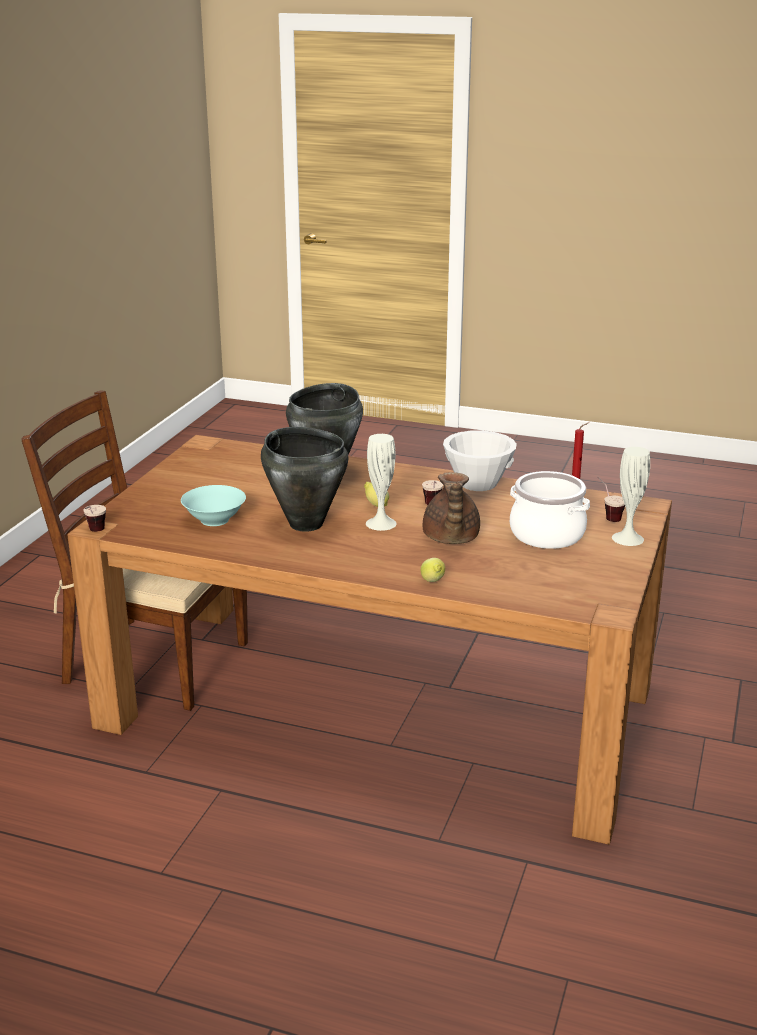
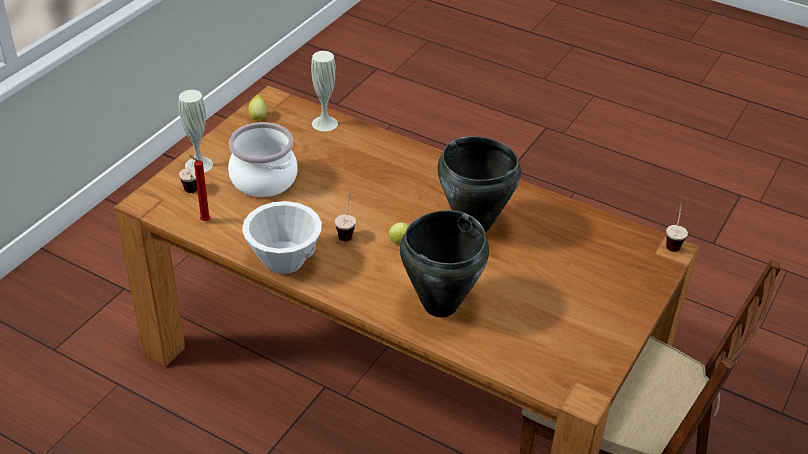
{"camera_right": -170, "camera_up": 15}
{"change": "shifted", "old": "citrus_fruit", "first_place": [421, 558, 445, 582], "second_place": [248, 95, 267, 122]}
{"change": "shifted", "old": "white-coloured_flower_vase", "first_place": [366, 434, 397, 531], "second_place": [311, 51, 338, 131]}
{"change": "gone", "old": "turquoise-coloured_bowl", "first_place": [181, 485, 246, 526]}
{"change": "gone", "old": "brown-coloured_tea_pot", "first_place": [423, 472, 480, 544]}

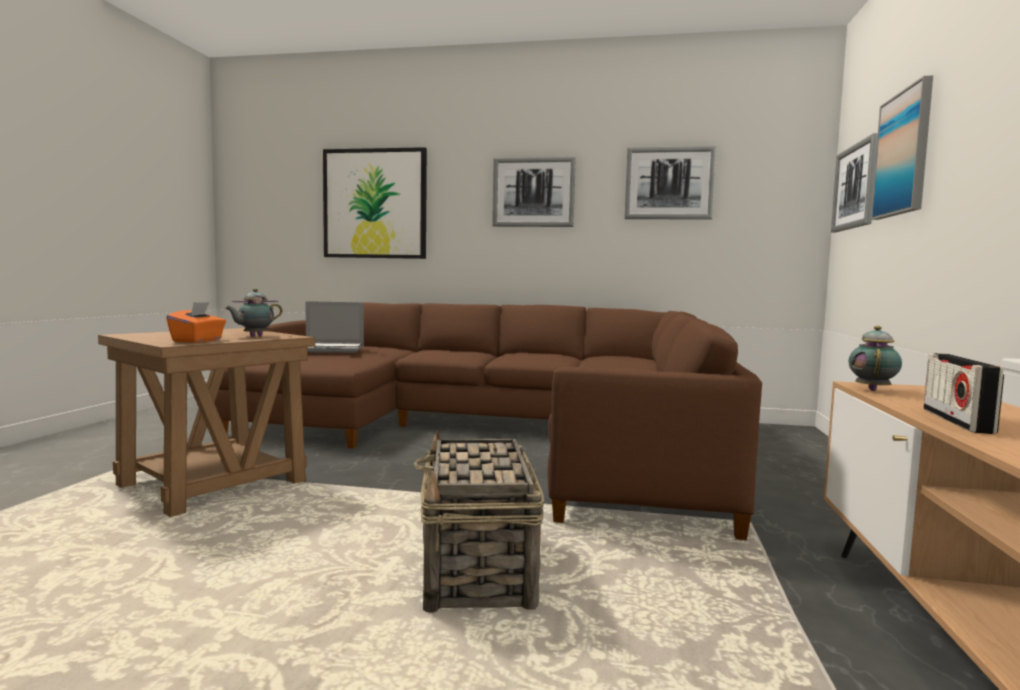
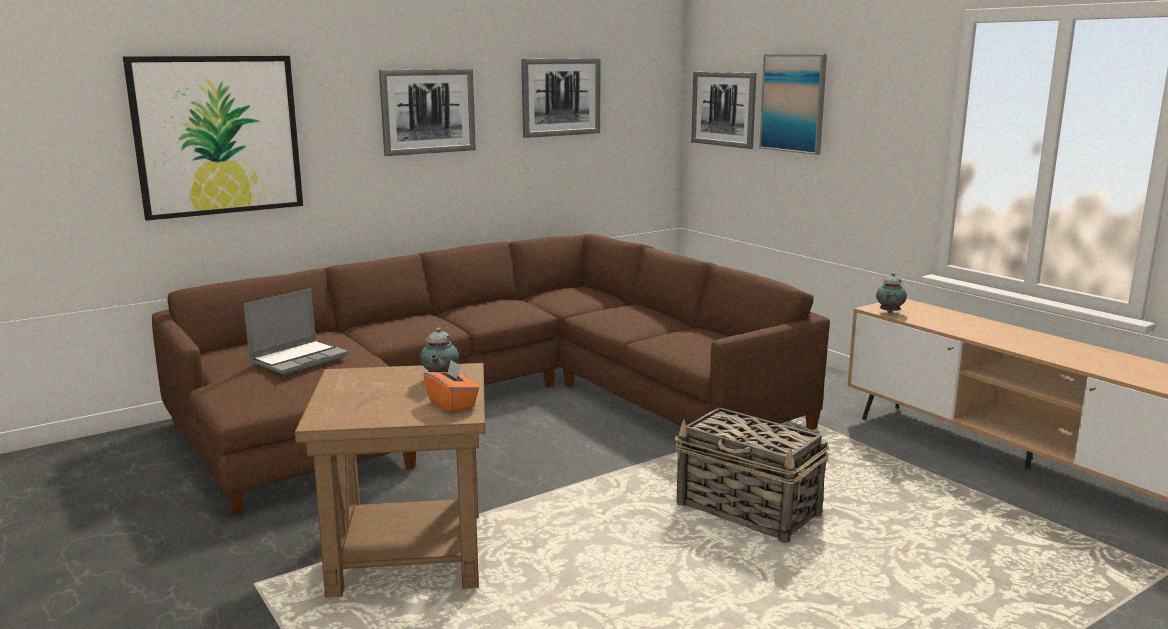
{"camera_right": -45, "camera_up": 10}
{"change": "rotated", "old": "tea_pot", "first_place": [849, 326, 902, 391], "second_place": [876, 273, 907, 314], "degrees": -135}
{"change": "gone", "old": "radio_set", "first_place": [924, 353, 1004, 434]}

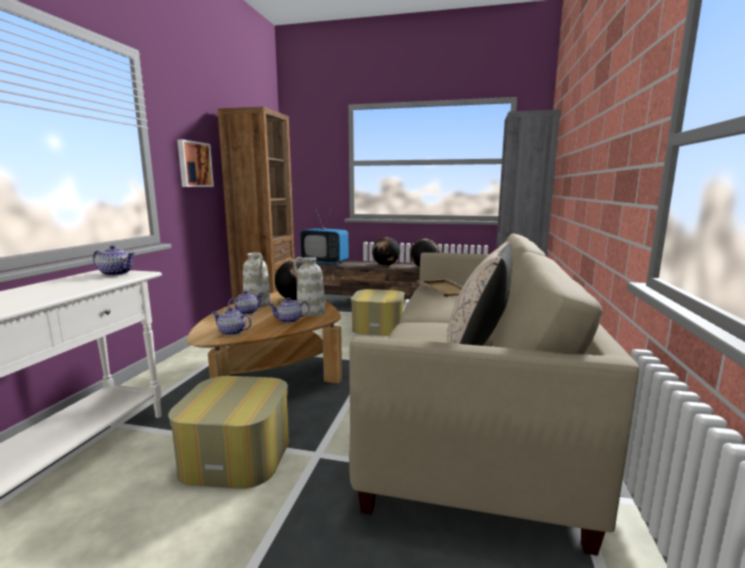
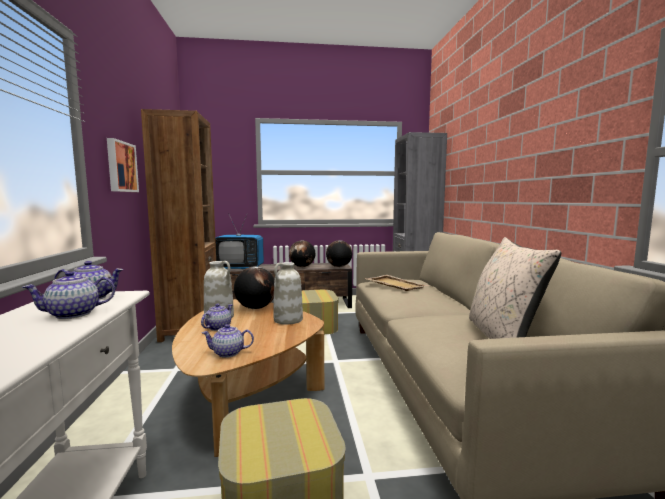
{"camera_right": -20, "camera_up": -5}
{"change": "shifted", "old": "tea_pot", "first_place": [268, 297, 310, 323], "second_place": [22, 271, 115, 319]}

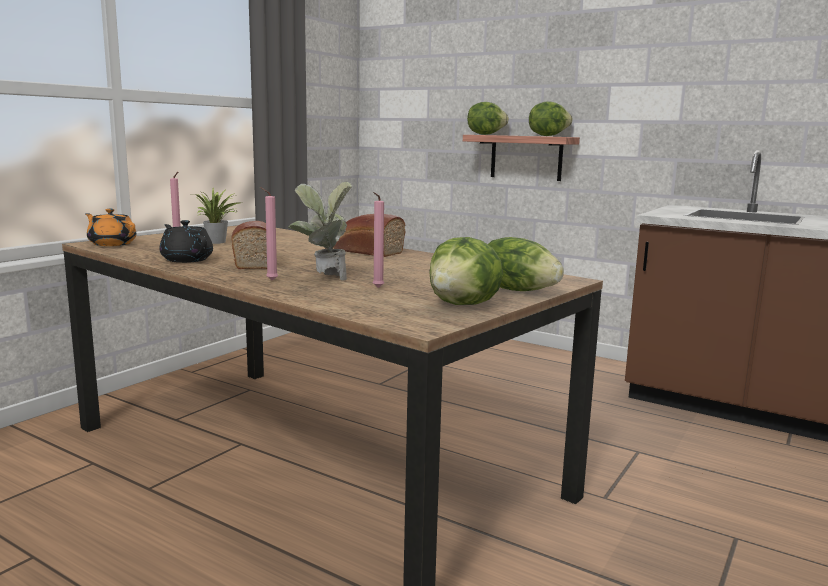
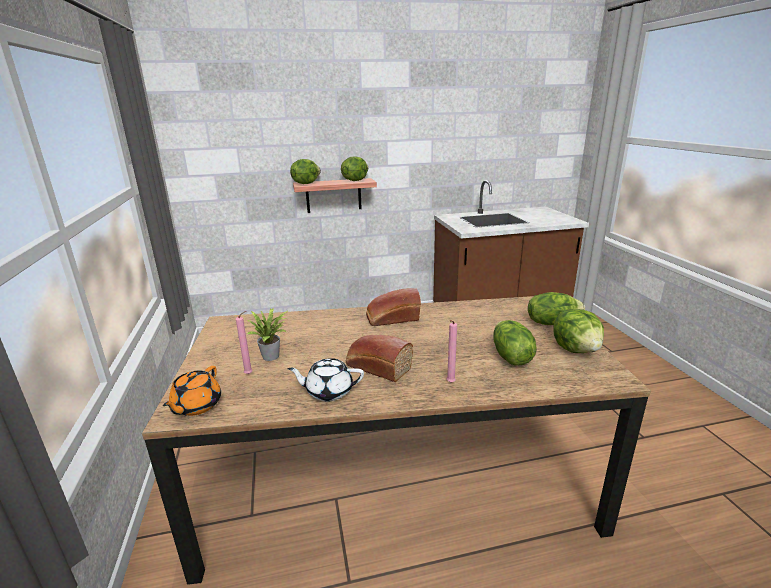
{"camera_right": -45, "camera_up": 10}
{"change": "rotated", "old": "orangey_tea_pot", "first_place": [85, 209, 136, 246], "second_place": [163, 366, 221, 416], "degrees": -60}
{"change": "repainted", "old": "blackish_tea_pot", "new": "white-coloured_tea_pot", "first_place": [159, 220, 213, 263], "second_place": [287, 358, 364, 401]}
{"change": "swapped", "old": "pink_candle", "new": "lettuce", "first_place": [372, 192, 384, 288], "second_place": [493, 320, 537, 365]}
{"change": "gone", "old": "potted_plant", "first_place": [288, 182, 352, 281]}

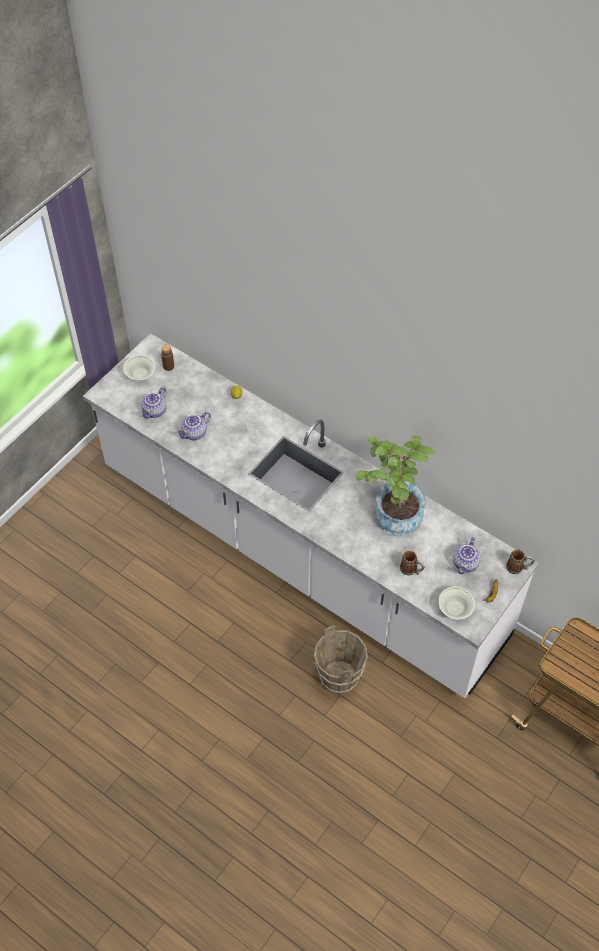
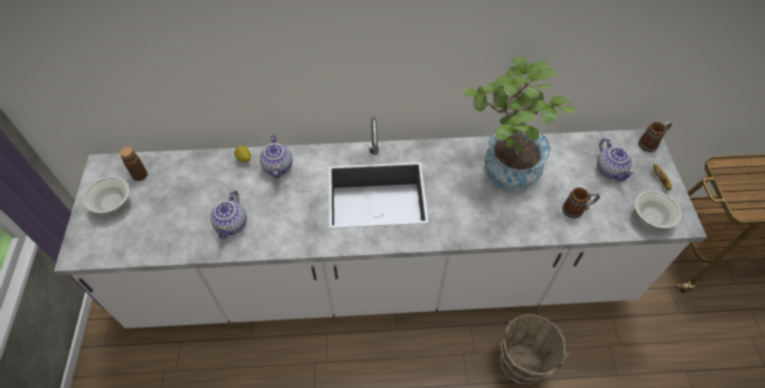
{"camera_right": -40, "camera_up": 0}
{"change": "shifted", "old": "tea_pot", "first_place": [140, 387, 167, 418], "second_place": [260, 135, 292, 179]}

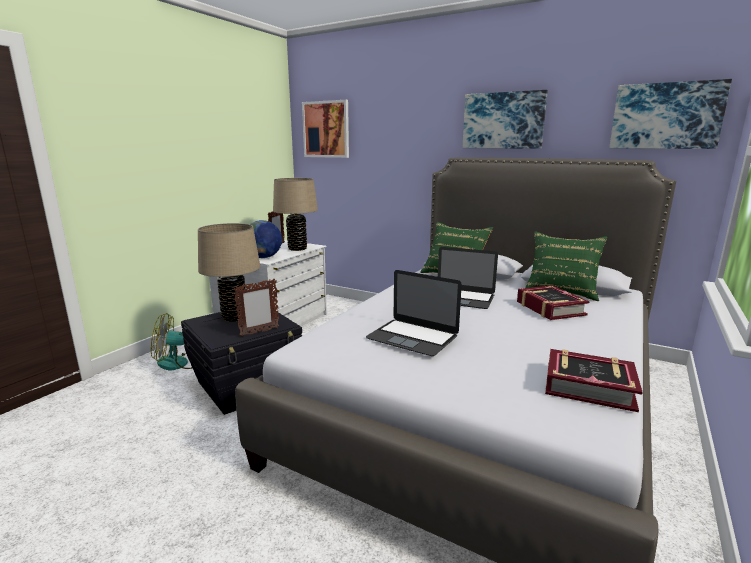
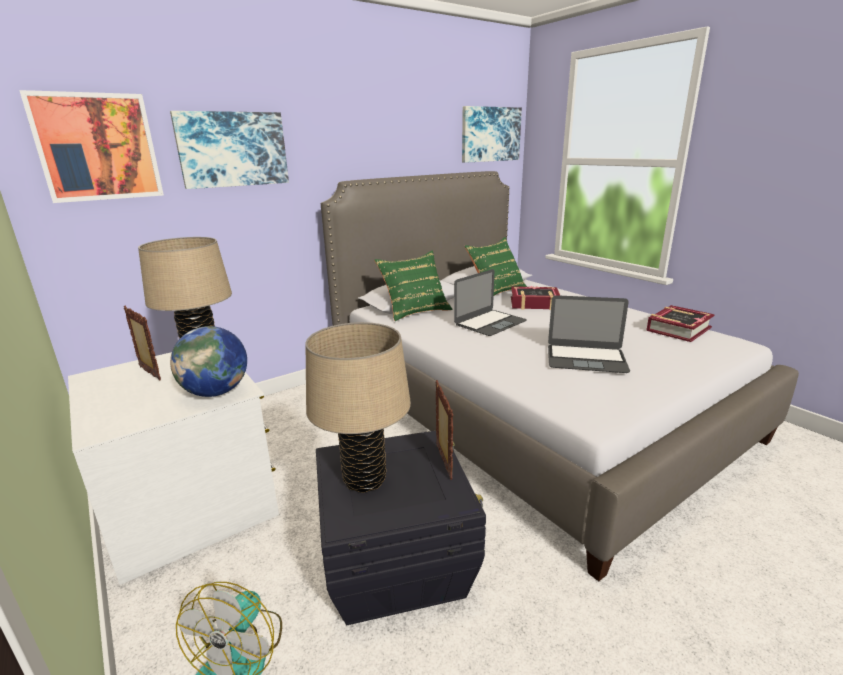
{"camera_right": -65, "camera_up": 5}
{"change": "shifted", "old": "picture", "first_place": [463, 90, 548, 149], "second_place": [170, 111, 289, 189]}
{"change": "rotated", "old": "notebook_computer", "first_place": [366, 270, 462, 356], "second_place": [548, 295, 630, 373], "degrees": 45}

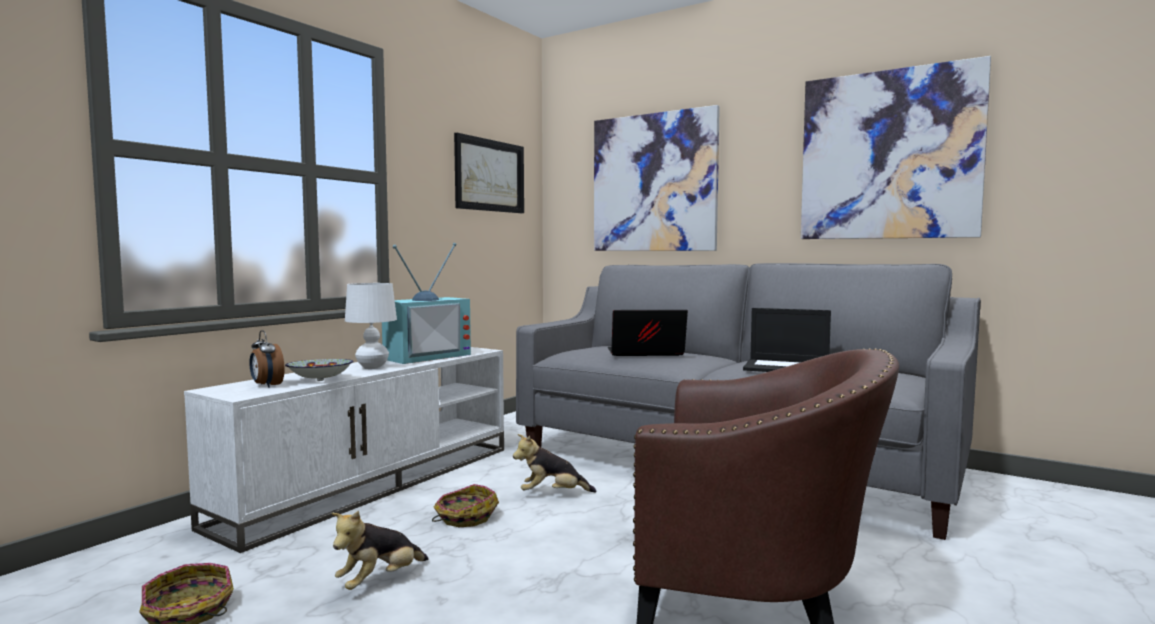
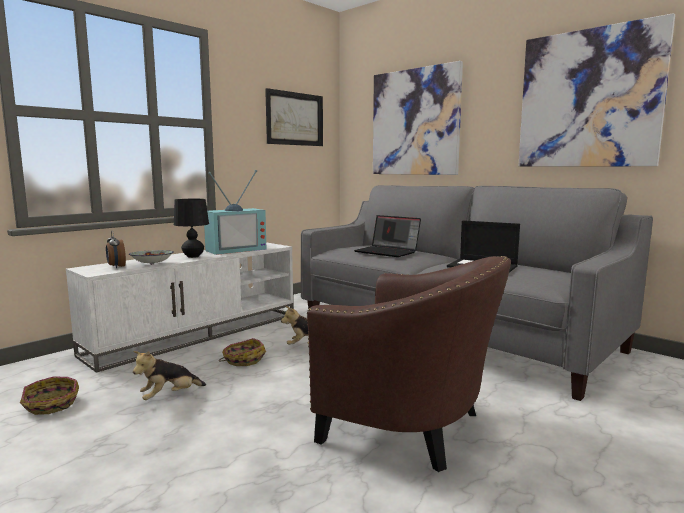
{"camera_right": 10, "camera_up": 5}
{"change": "repainted", "old": "white-coloured_table_lamp", "new": "blackish_table_lamp", "first_place": [345, 283, 397, 369], "second_place": [174, 199, 209, 258]}
{"change": "rotated", "old": "notebook_computer", "first_place": [608, 310, 688, 356], "second_place": [354, 215, 421, 257], "degrees": -150}

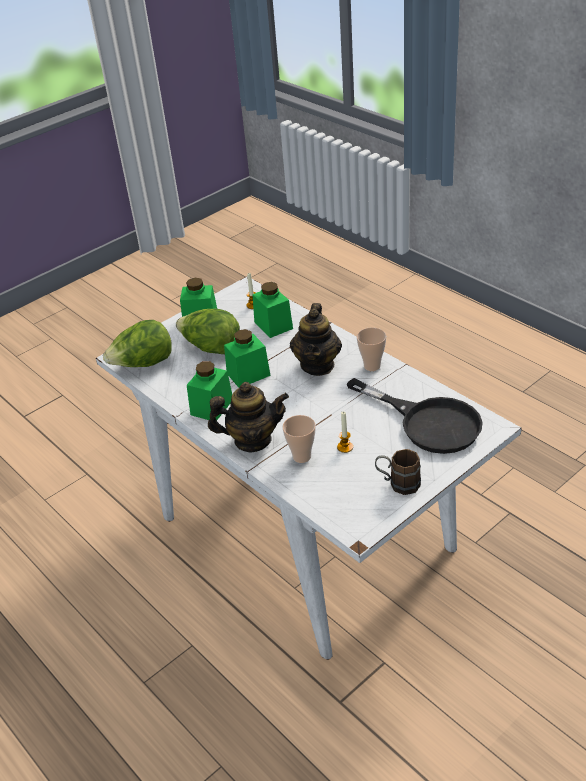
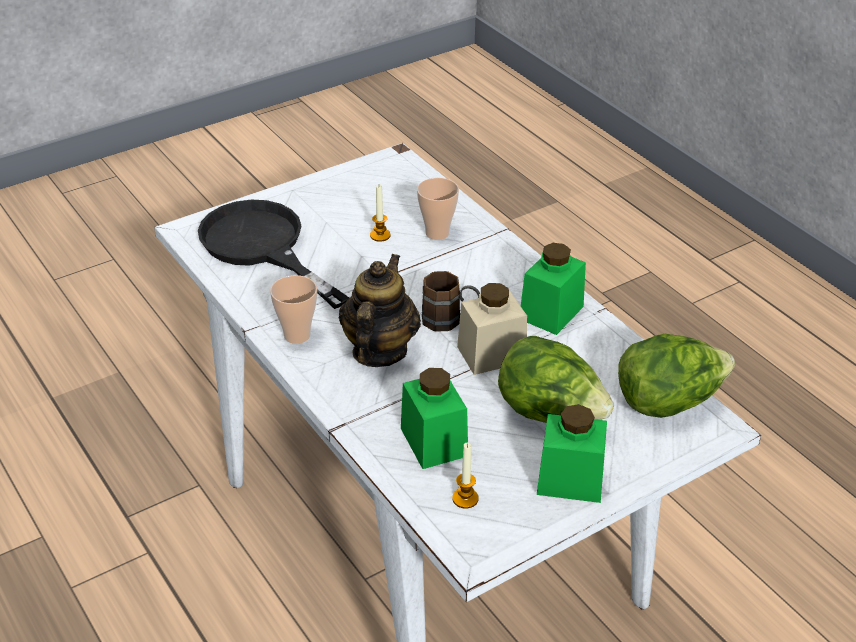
{"camera_right": -175, "camera_up": 0}
{"change": "shifted", "old": "brown-coloured_coffee_mug", "first_place": [375, 449, 421, 495], "second_place": [422, 271, 480, 332]}
{"change": "repainted", "old": "green_preserve_jar", "new": "beige-coloured_preserve_jar", "first_place": [224, 329, 271, 388], "second_place": [457, 283, 527, 375]}
{"change": "gone", "old": "tea_pot", "first_place": [208, 382, 289, 453]}

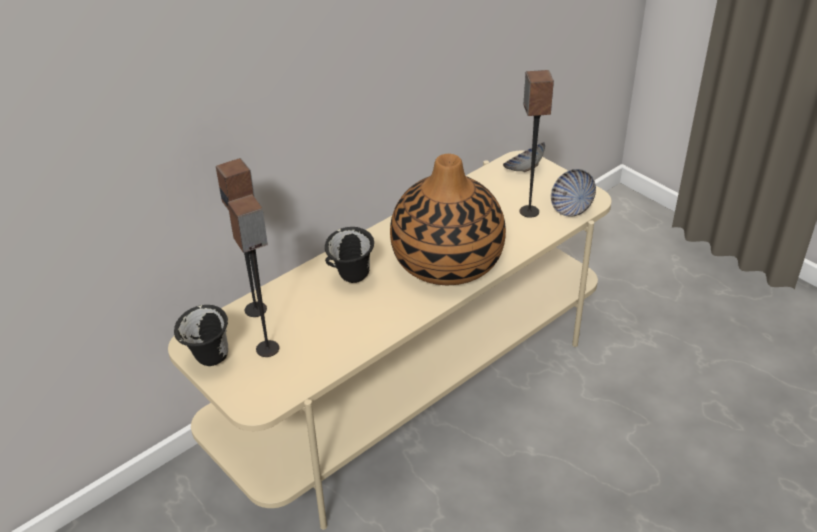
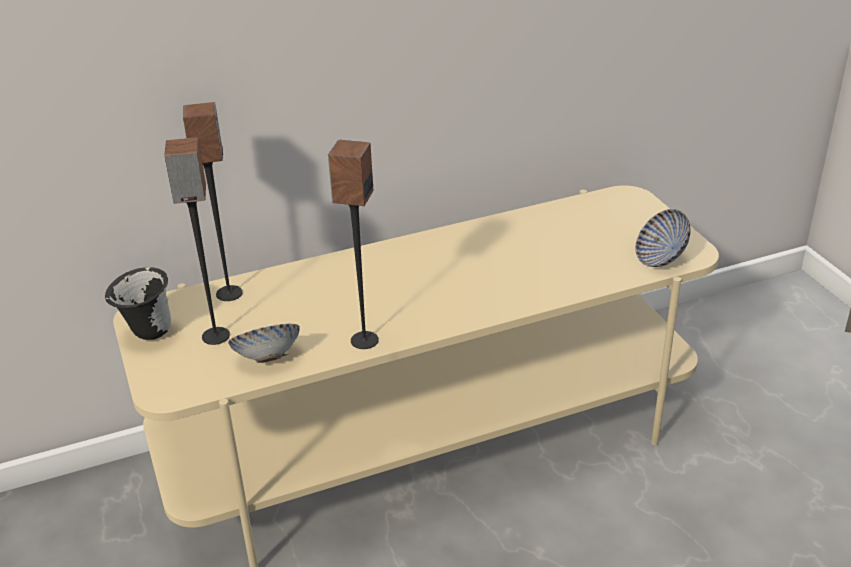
{"camera_right": 20, "camera_up": -5}
{"change": "shifted", "old": "bowl", "first_place": [503, 142, 545, 172], "second_place": [228, 324, 300, 363]}
{"change": "shifted", "old": "audio_speaker", "first_place": [520, 70, 554, 218], "second_place": [328, 140, 379, 349]}
{"change": "gone", "old": "blackish_coffee_mug", "first_place": [325, 227, 374, 283]}
{"change": "gone", "old": "flower_vase", "first_place": [390, 154, 506, 285]}

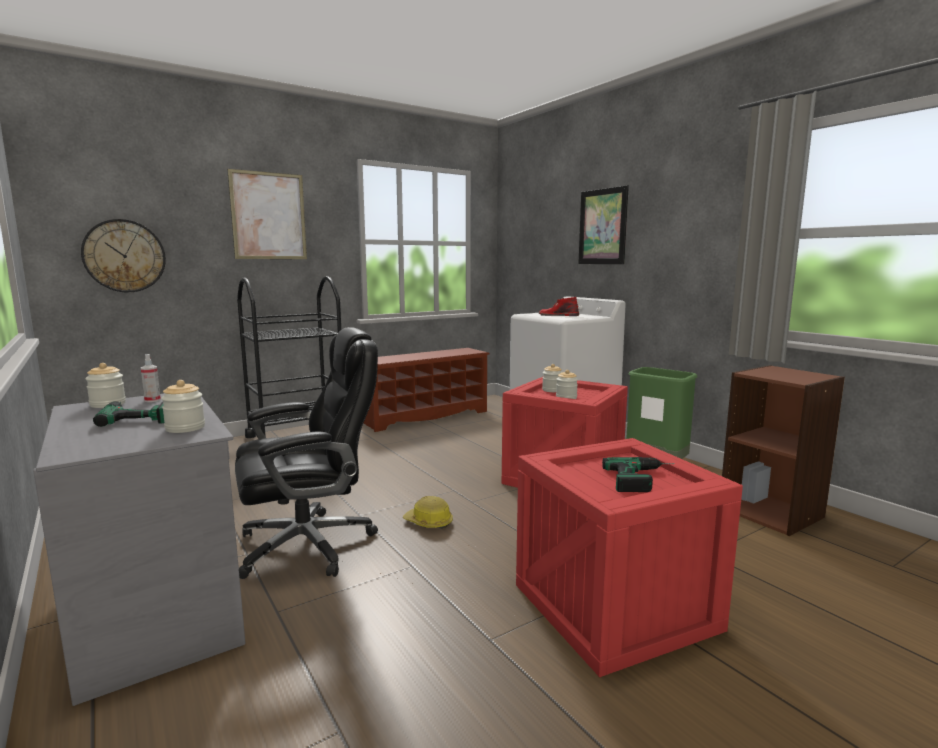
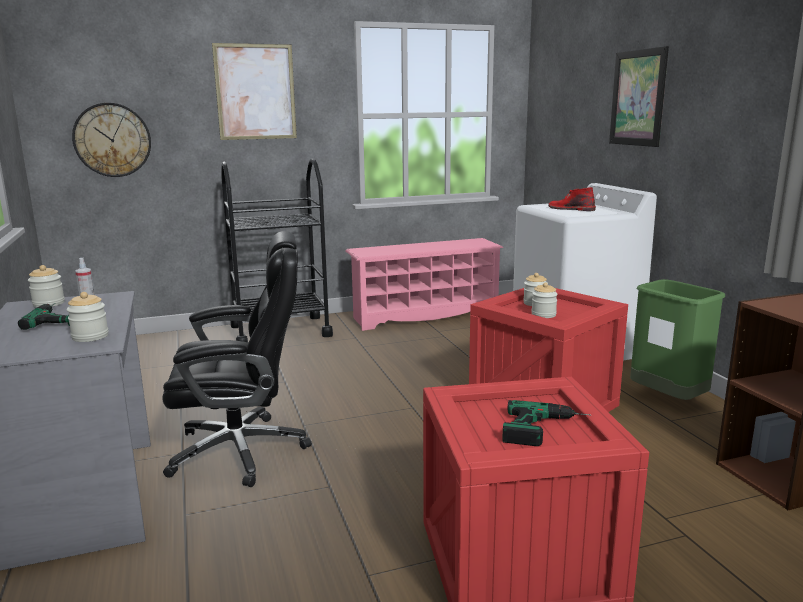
{"camera_right": 15, "camera_up": 5}
{"change": "repainted", "old": "brown-coloured_shoe_stand", "new": "pink_shoe_stand", "first_place": [363, 348, 490, 432], "second_place": [346, 238, 503, 331]}
{"change": "gone", "old": "hard_hat", "first_place": [403, 496, 453, 529]}

